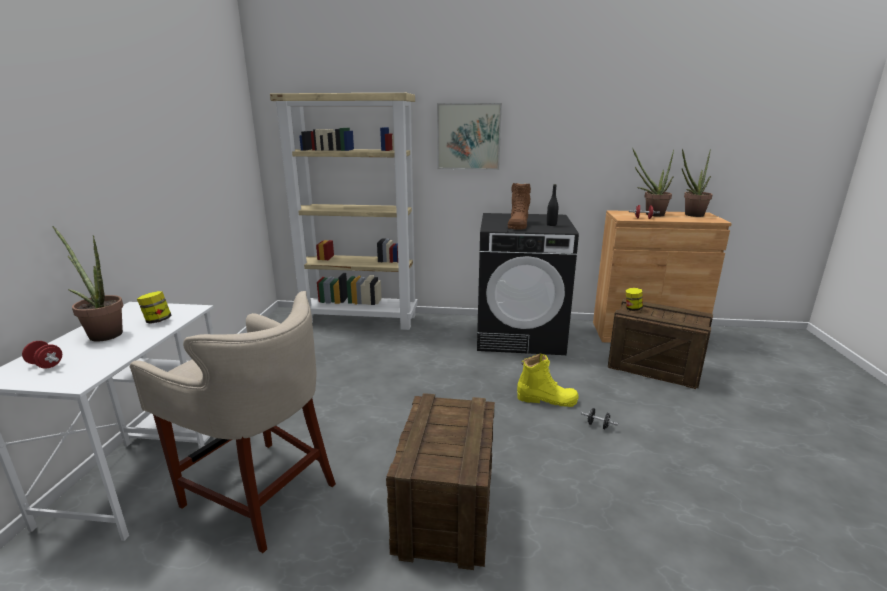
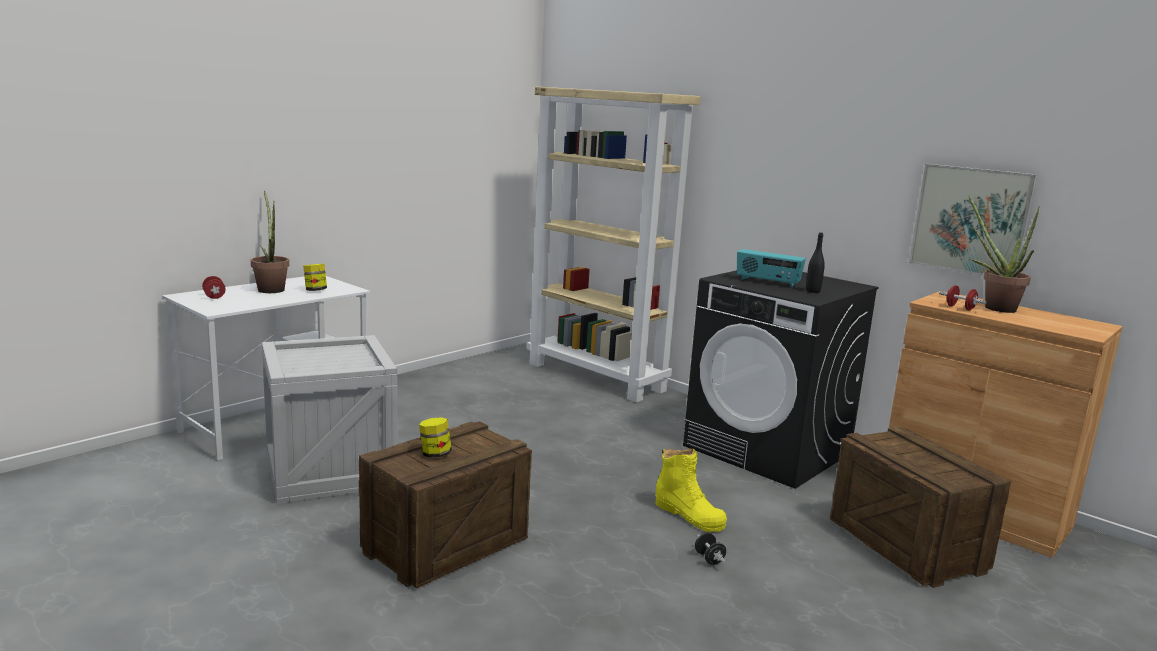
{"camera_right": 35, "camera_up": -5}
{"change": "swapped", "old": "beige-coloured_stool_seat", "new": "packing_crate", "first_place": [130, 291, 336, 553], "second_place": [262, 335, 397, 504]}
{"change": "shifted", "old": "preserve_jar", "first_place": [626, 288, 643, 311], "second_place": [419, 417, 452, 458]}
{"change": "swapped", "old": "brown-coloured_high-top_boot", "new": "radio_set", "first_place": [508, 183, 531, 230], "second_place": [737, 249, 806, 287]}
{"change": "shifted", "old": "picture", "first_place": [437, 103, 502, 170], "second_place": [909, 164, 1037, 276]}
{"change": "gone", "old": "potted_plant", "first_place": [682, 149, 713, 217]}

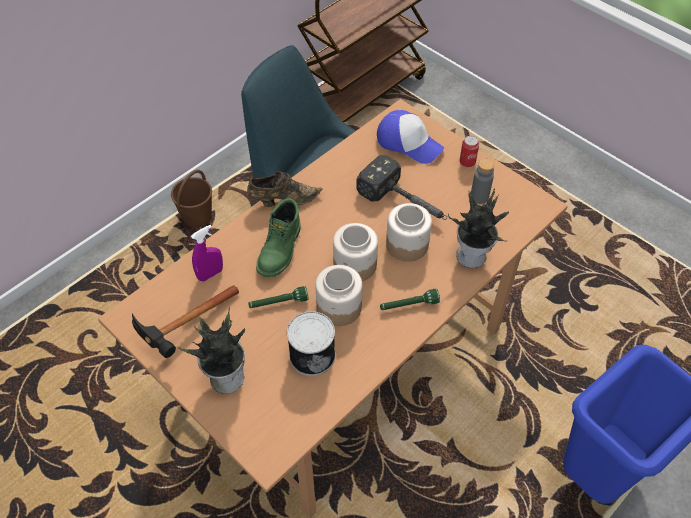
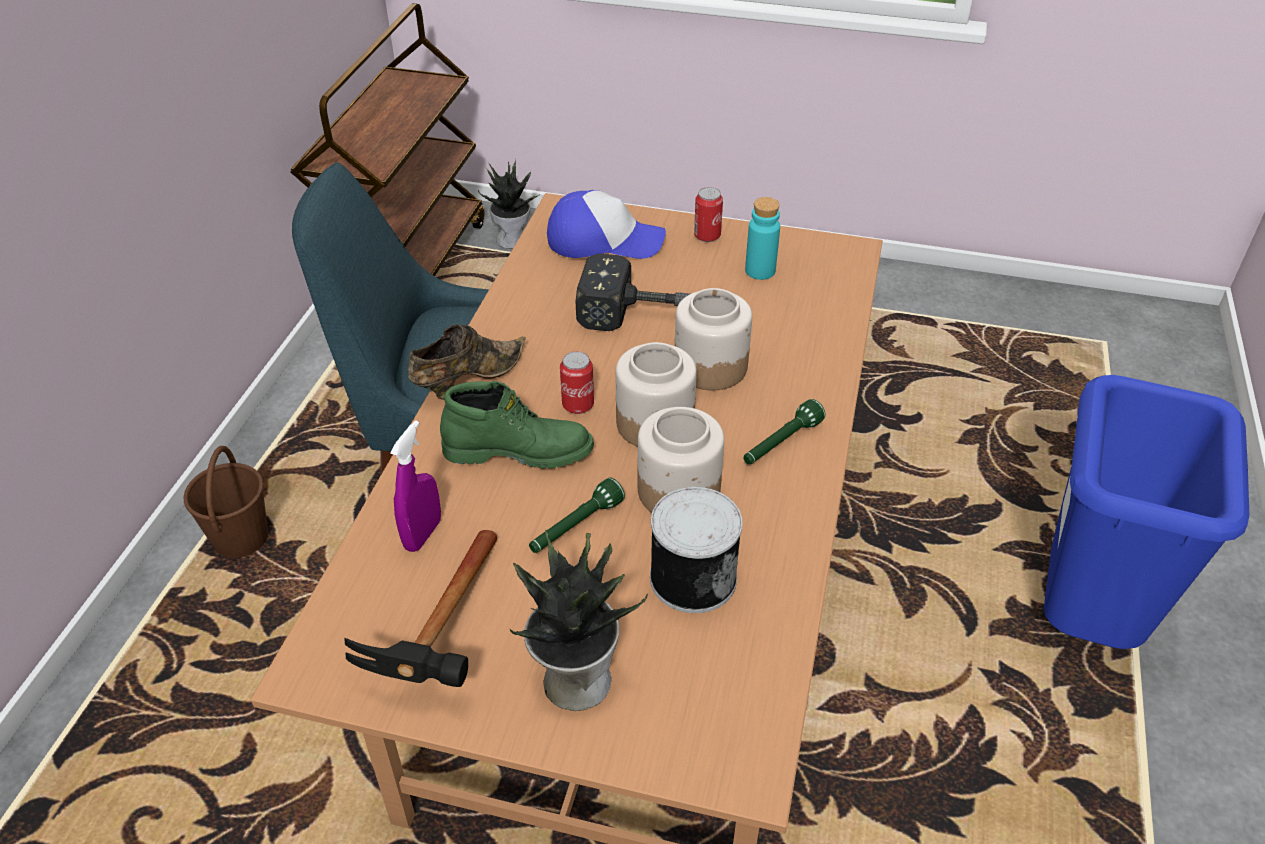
{"camera_right": -30, "camera_up": -10}
{"change": "rotated", "old": "green_high-top_boot", "first_place": [256, 198, 301, 278], "second_place": [440, 381, 594, 469], "degrees": -75}
{"change": "shifted", "old": "potted_plant", "first_place": [448, 188, 509, 268], "second_place": [478, 159, 539, 249]}
{"change": "new", "new": "sealed_can", "second_place": [560, 351, 594, 414]}
{"change": "repainted", "old": "greyish_beverage_bottle", "new": "turquoise-coloured_beverage_bottle", "first_place": [471, 159, 494, 204], "second_place": [745, 197, 780, 280]}

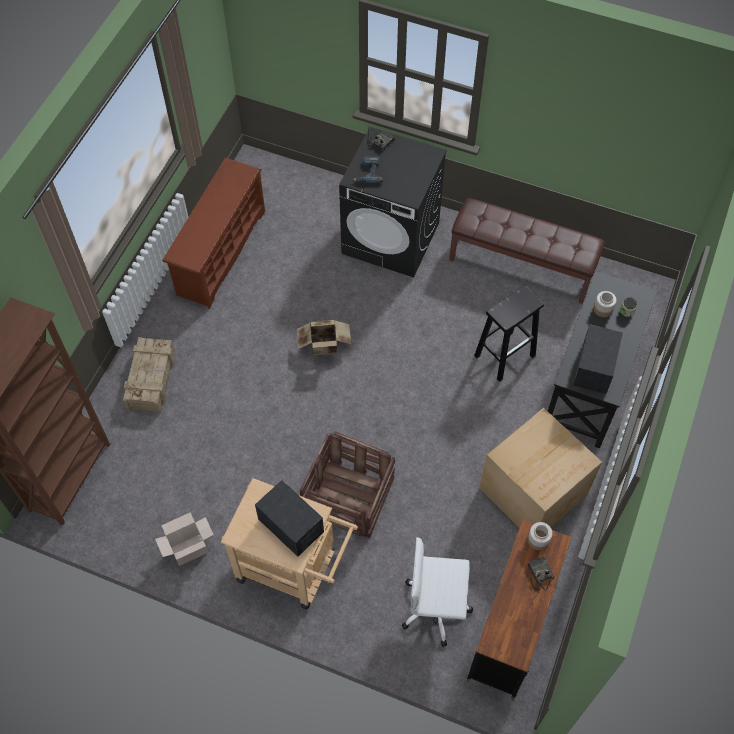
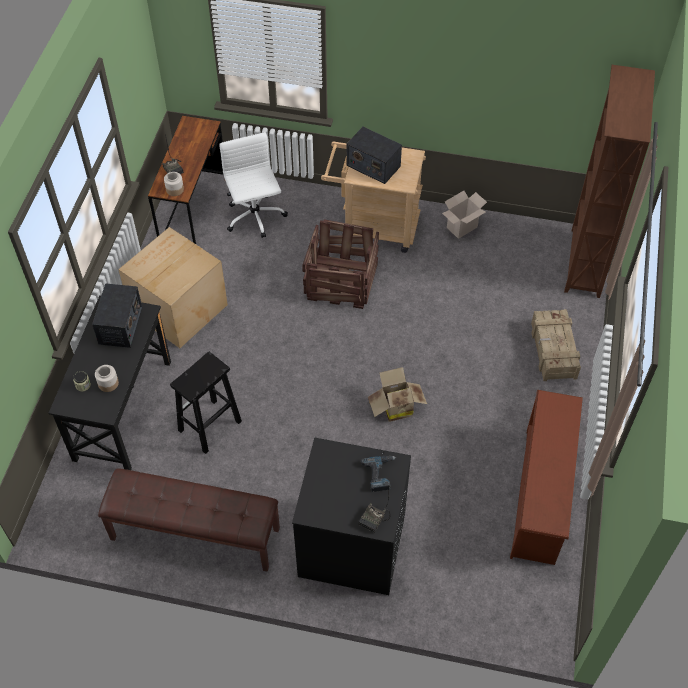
{"camera_right": 170, "camera_up": -5}
{"change": "rotated", "old": "white-coloured_computer_chair", "first_place": [402, 537, 473, 647], "second_place": [219, 132, 288, 238], "degrees": -105}

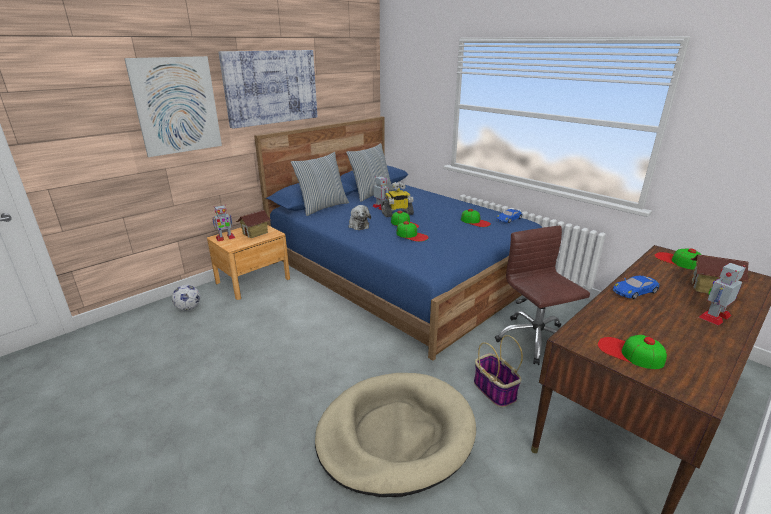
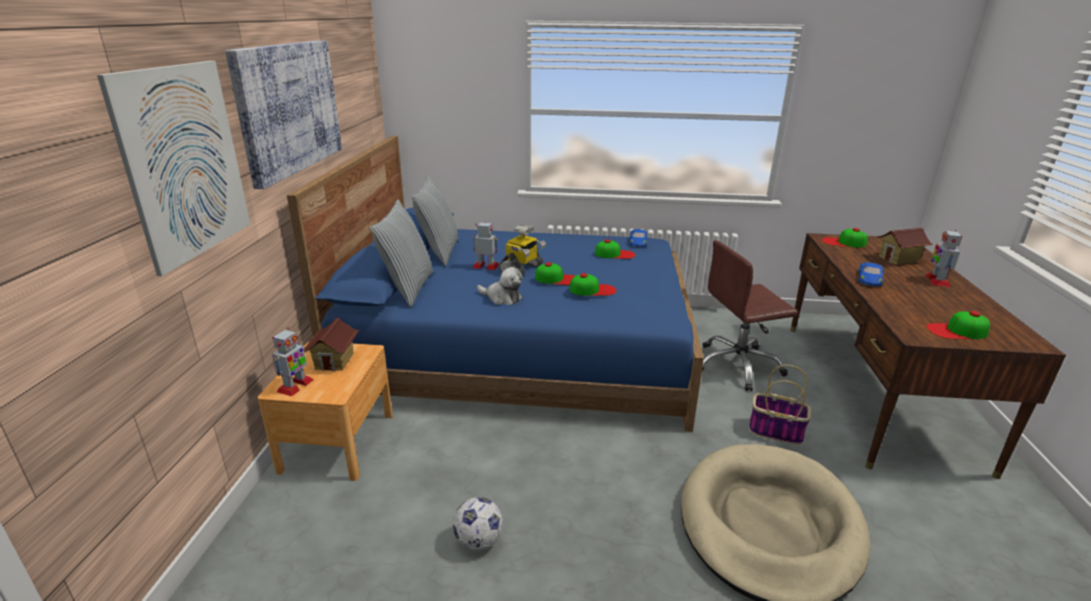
{"camera_right": -40, "camera_up": 0}
{"change": "shifted", "old": "football", "first_place": [172, 285, 200, 311], "second_place": [453, 497, 503, 550]}
{"change": "rotated", "old": "brown-coloured_computer_chair", "first_place": [495, 226, 590, 365], "second_place": [702, 240, 798, 391], "degrees": -45}

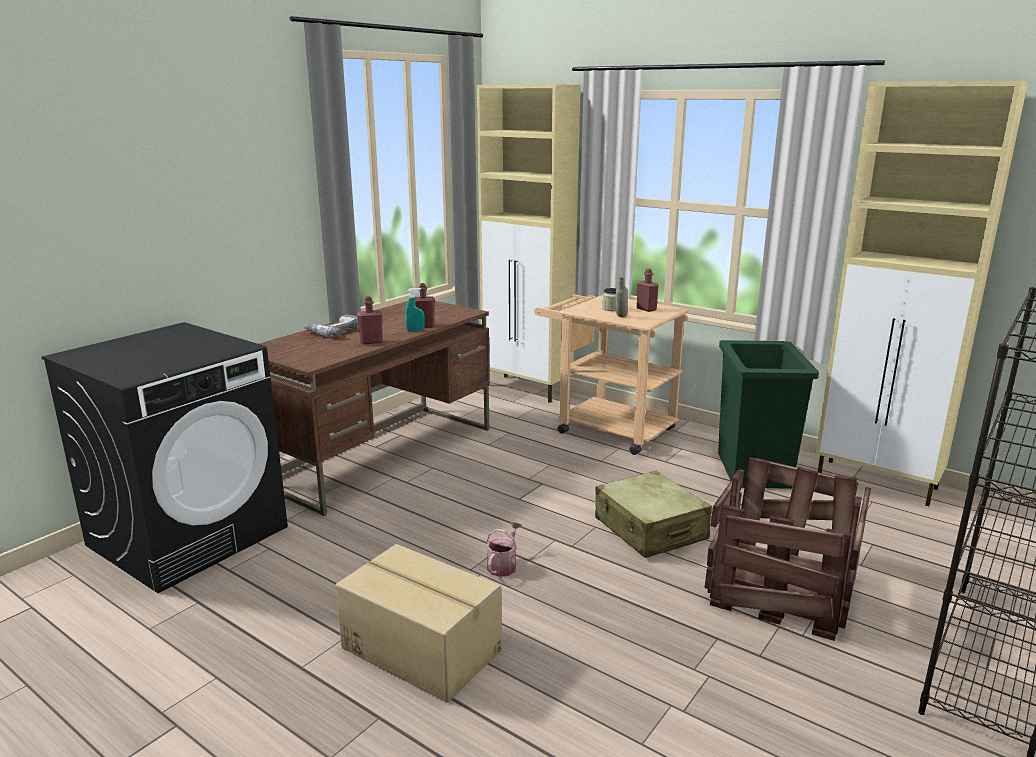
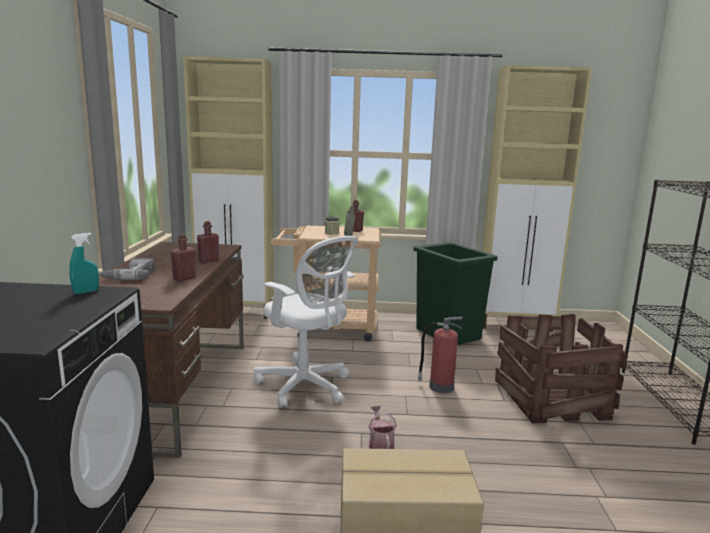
{"camera_right": -35, "camera_up": -5}
{"change": "shifted", "old": "turquoise-coloured_sprayer", "first_place": [405, 288, 425, 331], "second_place": [69, 233, 99, 294]}
{"change": "new", "new": "white-coloured_computer_chair", "second_place": [254, 236, 358, 408]}
{"change": "swapped", "old": "beige-coloured_suitcase", "new": "fire_extinguisher", "first_place": [595, 471, 712, 558], "second_place": [417, 317, 463, 393]}

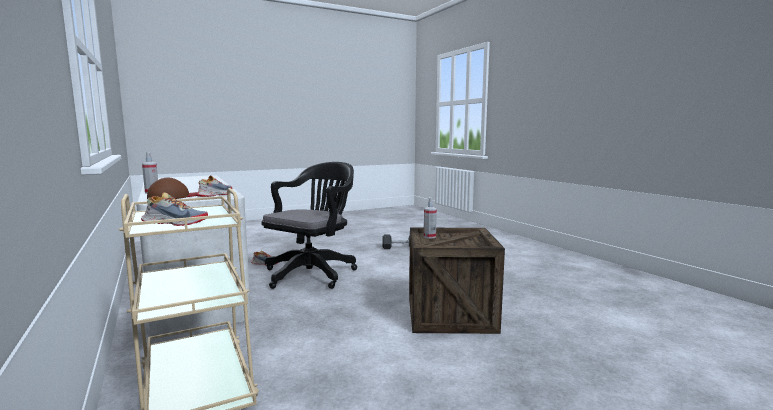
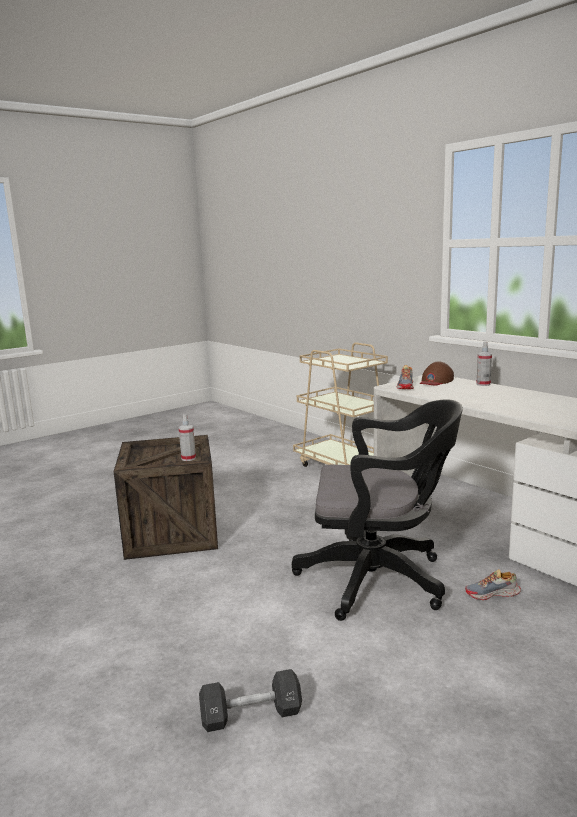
{"camera_right": 170, "camera_up": 5}
{"change": "rotated", "old": "blackish_computer_chair", "first_place": [261, 162, 357, 289], "second_place": [292, 399, 463, 621], "degrees": -105}
{"change": "gone", "old": "item_of_footwear", "first_place": [141, 192, 208, 226]}

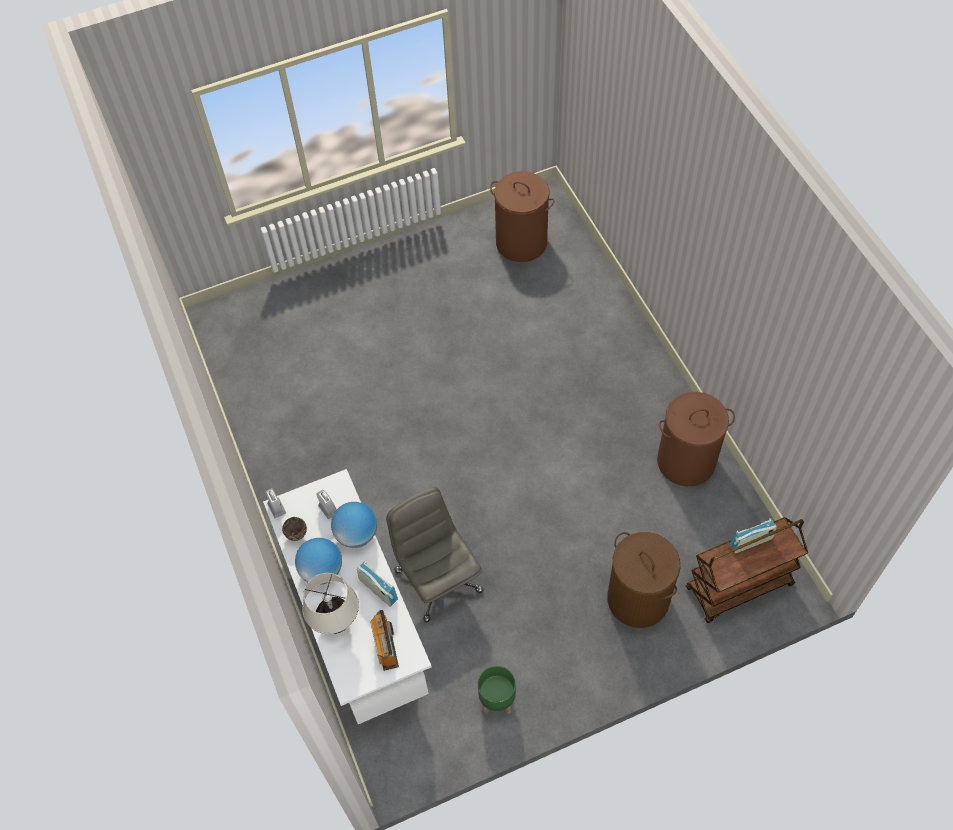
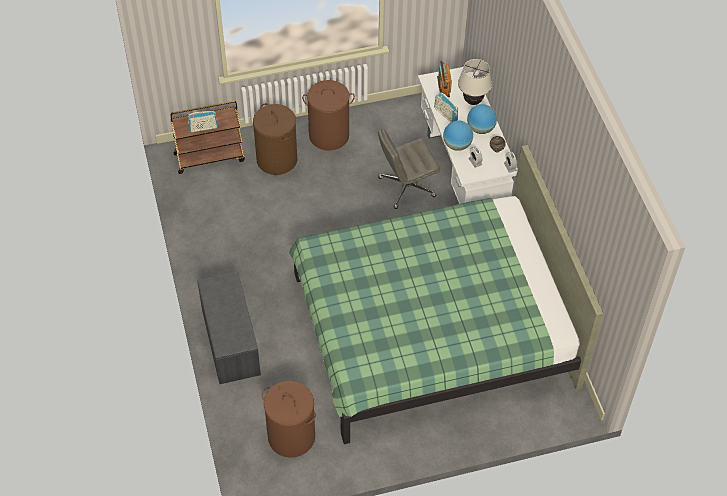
{"camera_right": -175, "camera_up": -5}
{"change": "new", "new": "greyish_long_seat", "second_place": [197, 272, 261, 384]}
{"change": "new", "new": "green_sleeping_bed", "second_place": [289, 145, 603, 444]}
{"change": "shifted", "old": "brown-coloured_laundry_basket", "first_place": [657, 392, 735, 486], "second_place": [302, 80, 355, 151]}
{"change": "rotated", "old": "greyish_computer_chair", "first_place": [386, 487, 484, 622], "second_place": [378, 129, 440, 209], "degrees": 90}
{"change": "gone", "old": "green_plant_pot", "first_place": [478, 666, 516, 714]}

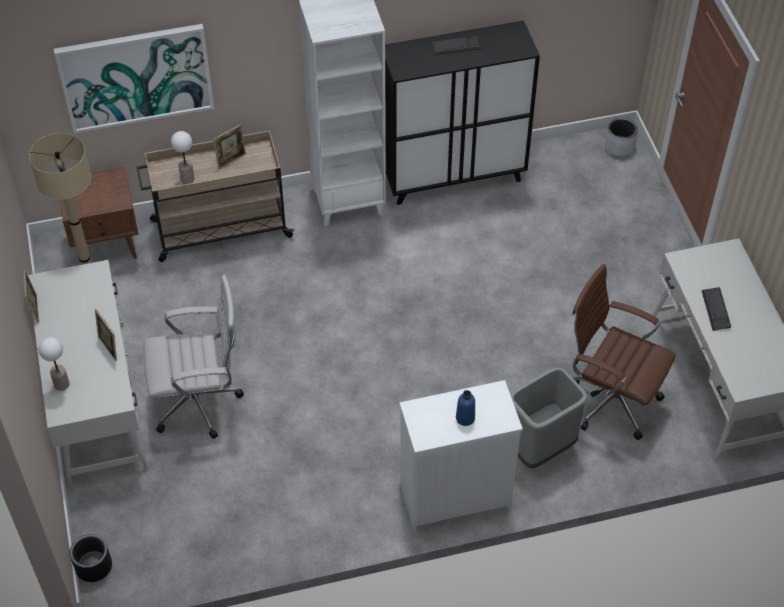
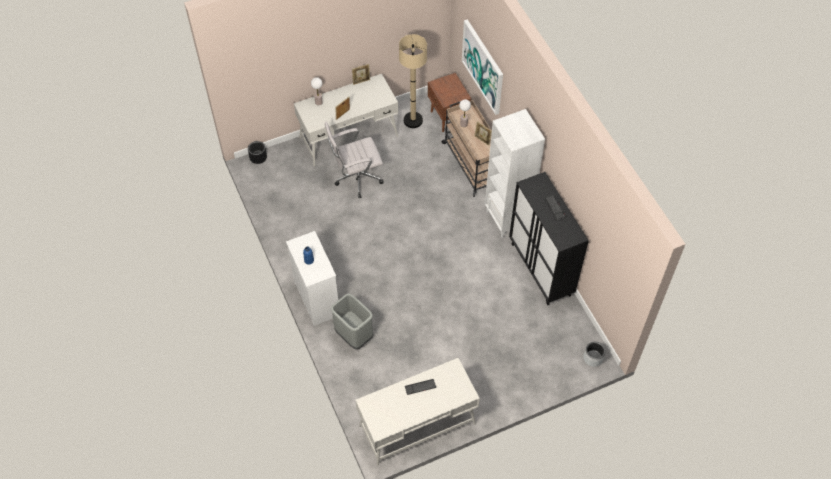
{"camera_right": 80, "camera_up": 5}
{"change": "rotated", "old": "white-coloured_computer_chair", "first_place": [144, 275, 244, 439], "second_place": [325, 121, 383, 198], "degrees": 90}
{"change": "gone", "old": "brown-coloured_computer_chair", "first_place": [572, 264, 675, 440]}

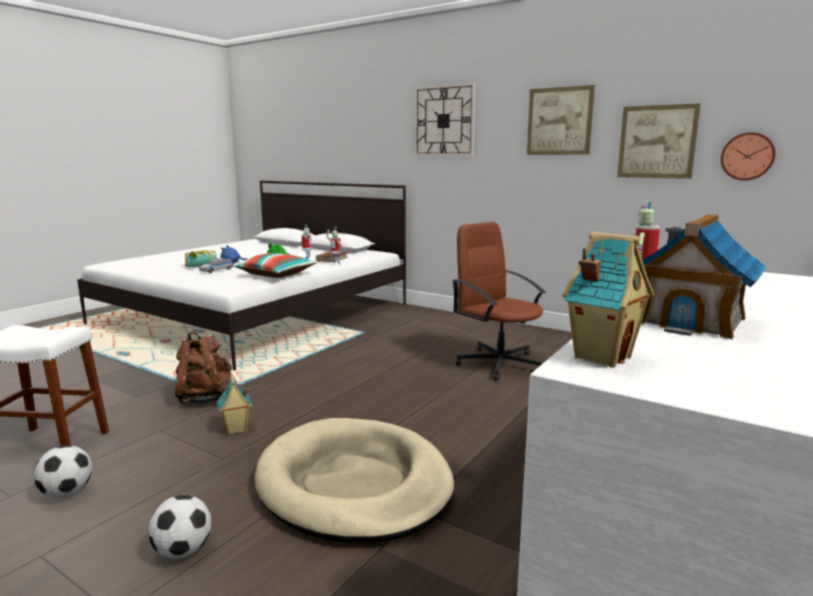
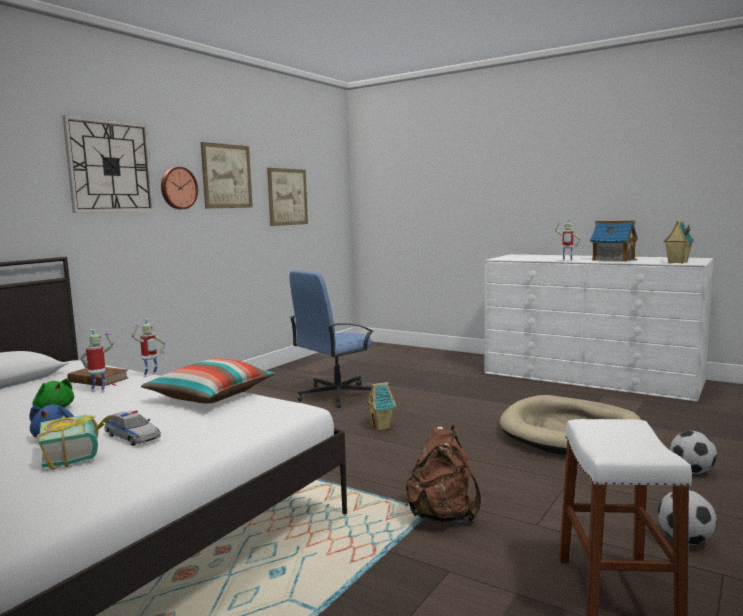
{"camera_right": -90, "camera_up": -5}
{"change": "shifted", "old": "clock_on_the_wall", "first_place": [721, 132, 775, 180], "second_place": [161, 167, 198, 209]}
{"change": "repainted", "old": "brown-coloured_computer_chair", "new": "blue-coloured_computer_chair", "first_place": [452, 222, 546, 381], "second_place": [289, 270, 374, 408]}
{"change": "shifted", "old": "miniature_house", "first_place": [217, 374, 253, 435], "second_place": [366, 382, 396, 431]}

